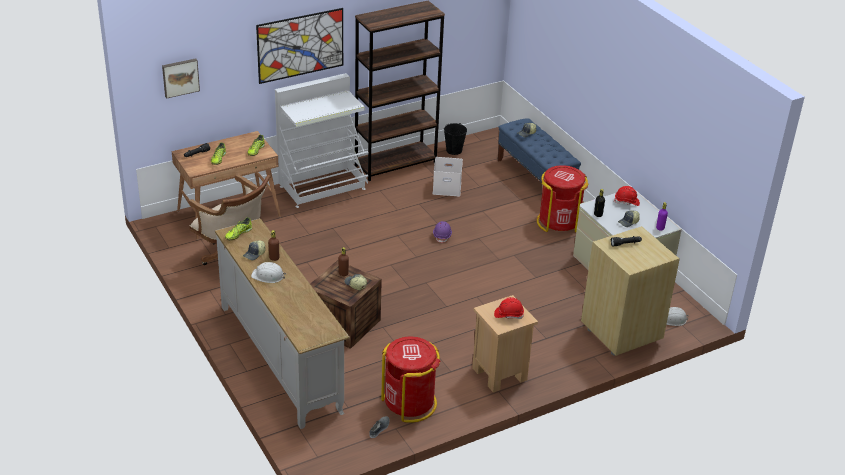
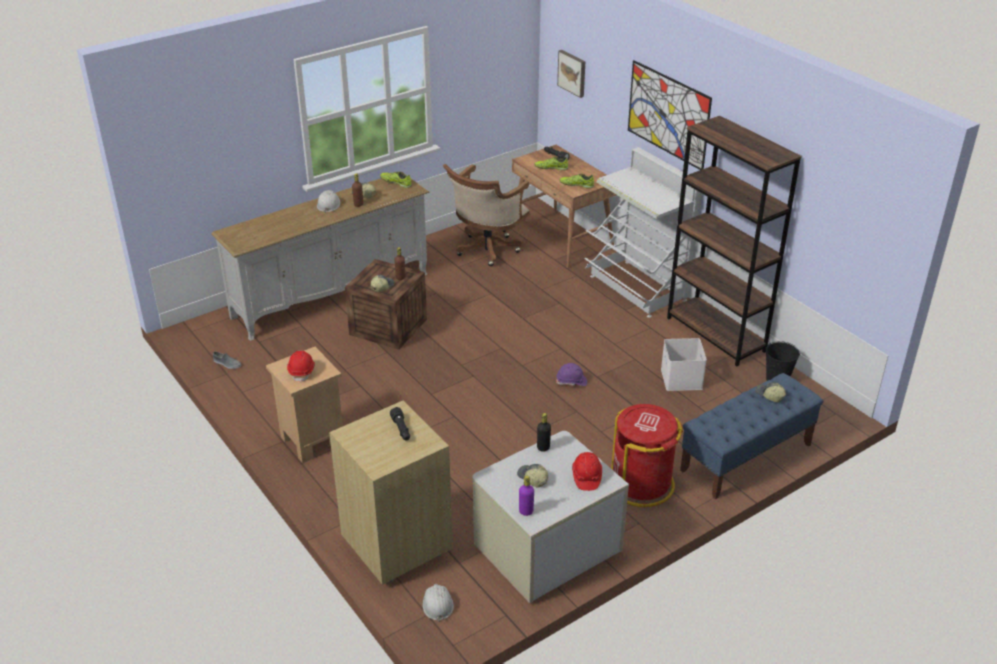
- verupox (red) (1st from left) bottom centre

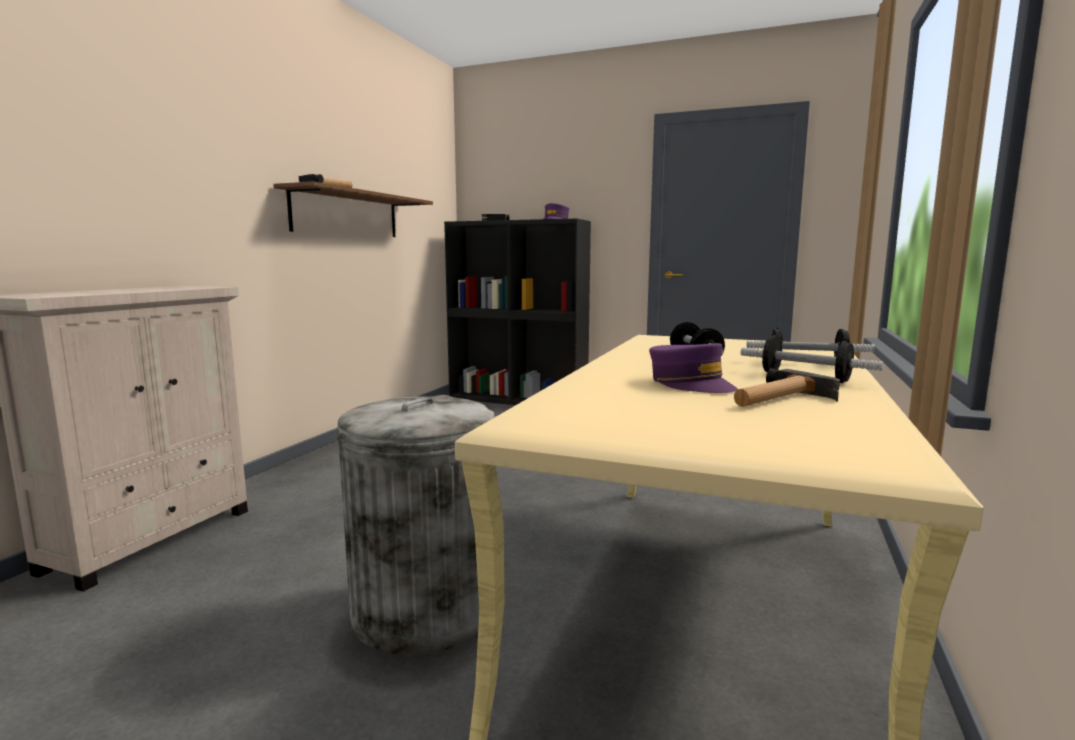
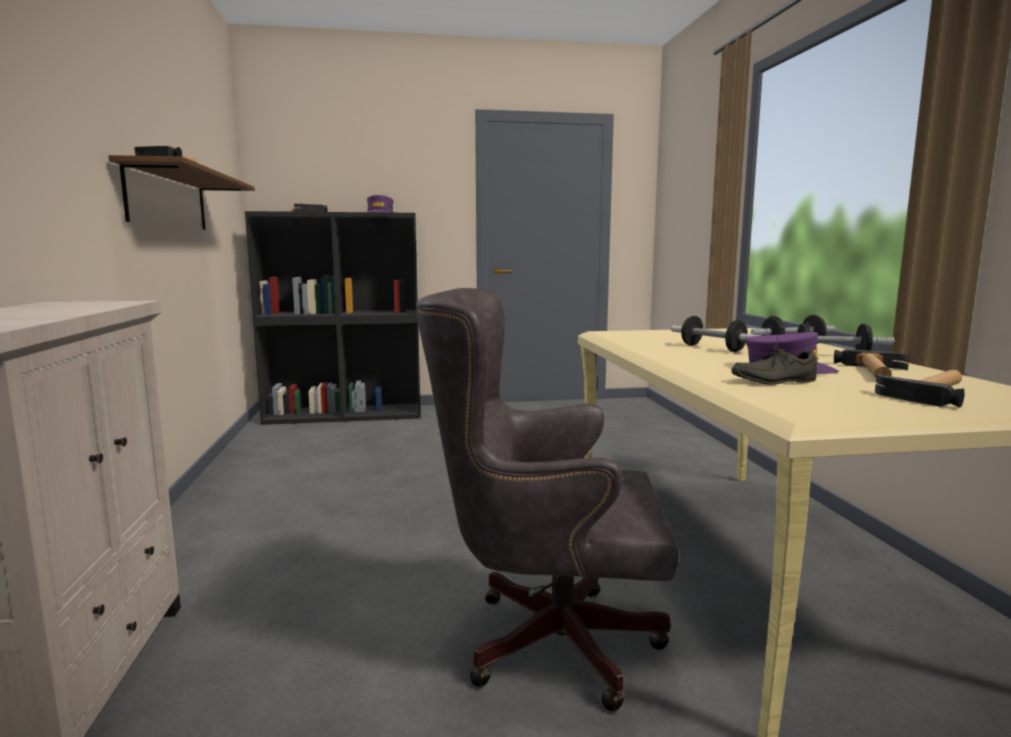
+ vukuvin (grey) middle right
+ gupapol (4th from left) middle right
~ verupox (grey) bottom centre to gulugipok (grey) bottom centre

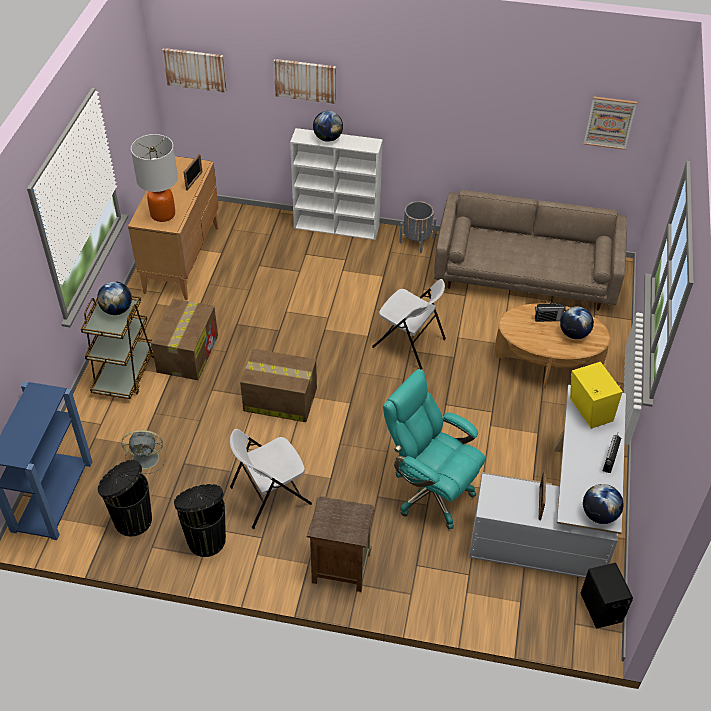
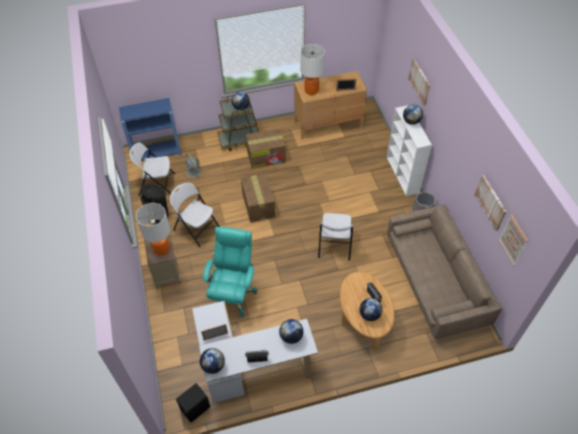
+ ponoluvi (1st from left) middle left
~ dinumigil (1st from left in the first image) top left to dinumigil (2nd from left) middle right
~ verupox (black) (1st from left) bottom left to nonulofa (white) (1st from left) middle left
~ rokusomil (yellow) middle right to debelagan (3rd from left) bottom centre

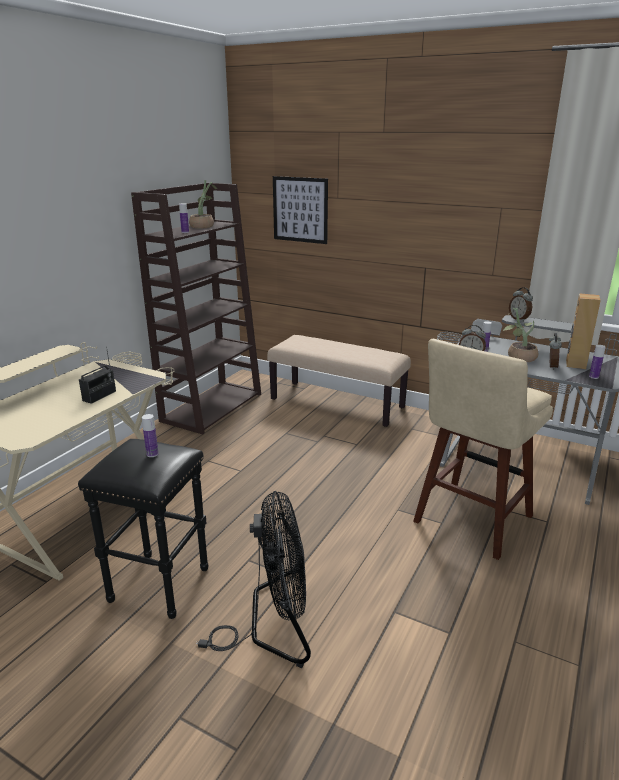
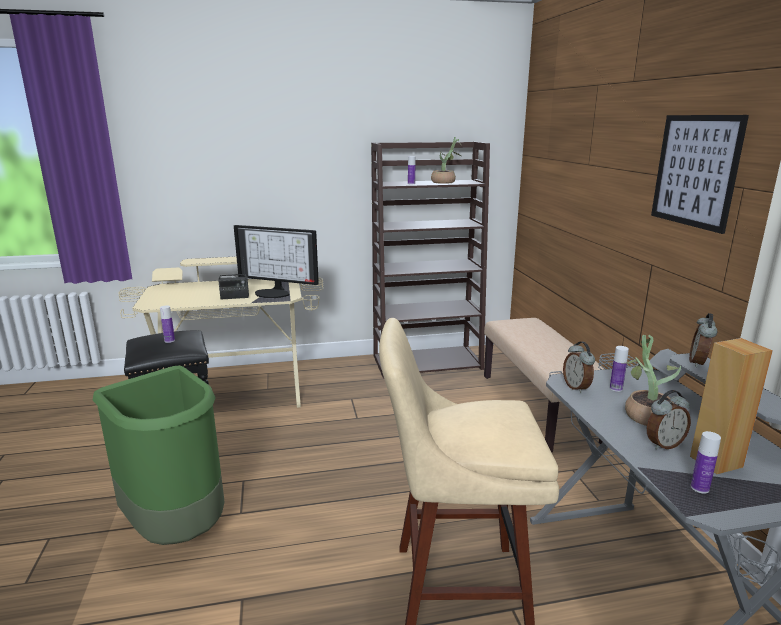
+ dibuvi centre
~ dinumigil top centre to top right
~ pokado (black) bottom centre to verupox (green) bottom left

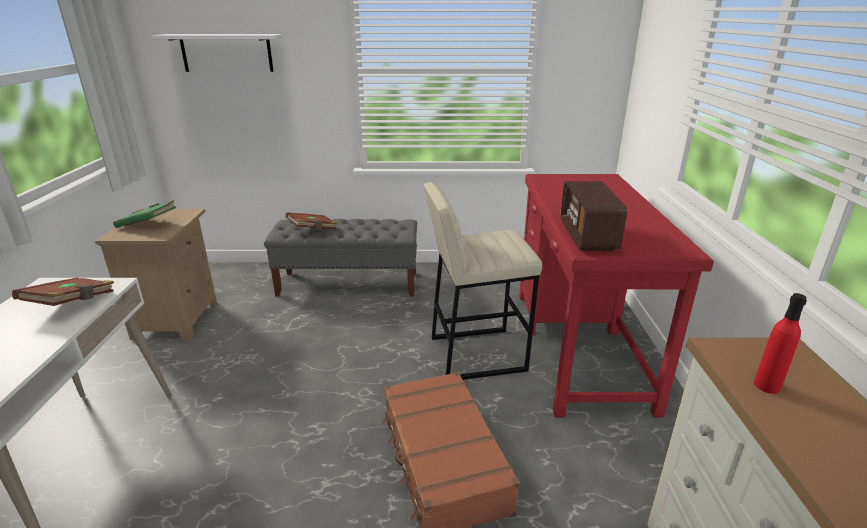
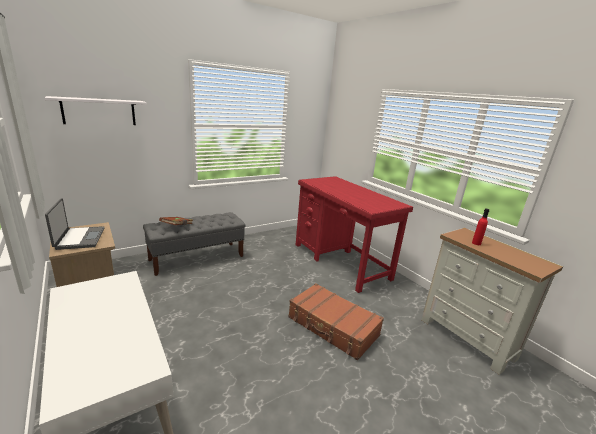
- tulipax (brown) (1st from left) middle left
- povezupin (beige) centre
- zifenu middle right
~ tulipax (green) middle left to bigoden middle left

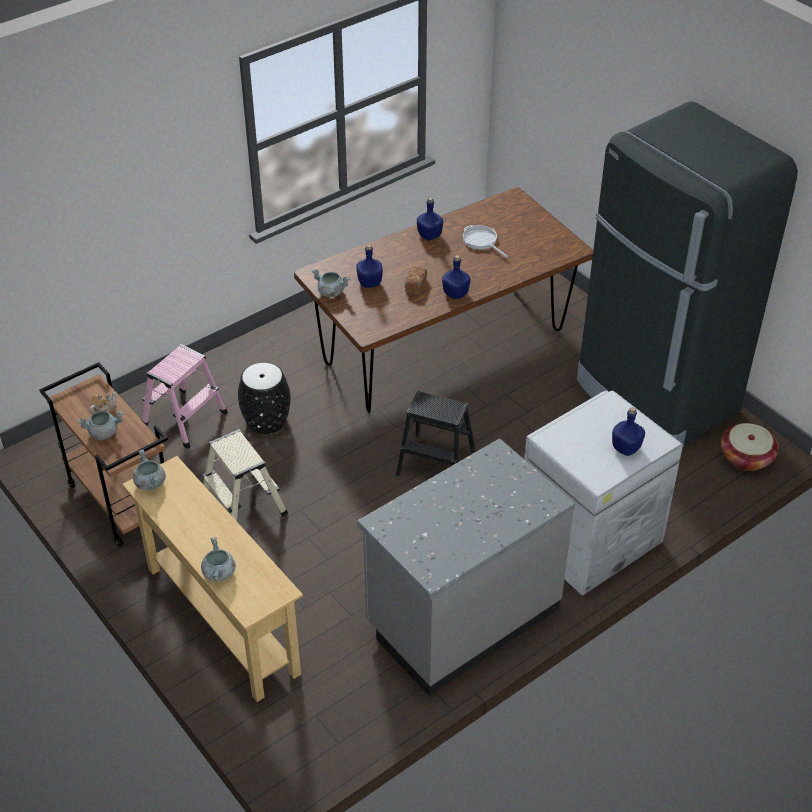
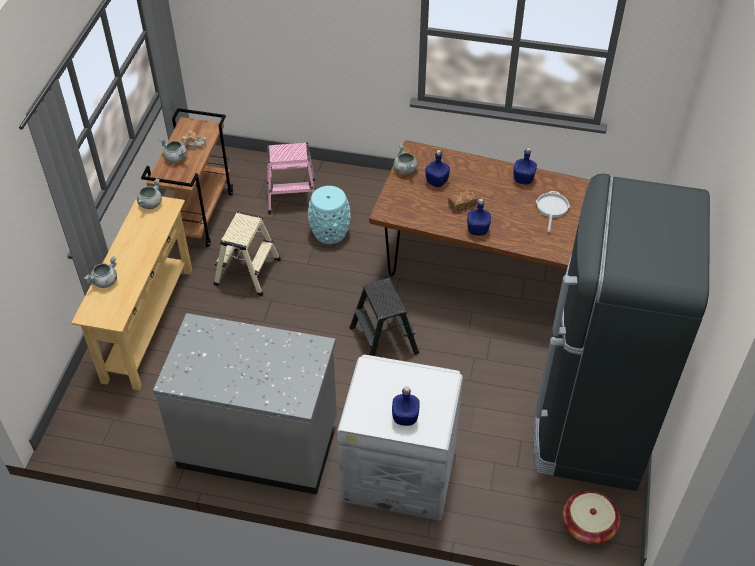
~ povezupin (black) middle left to povezupin (turquoise) centre

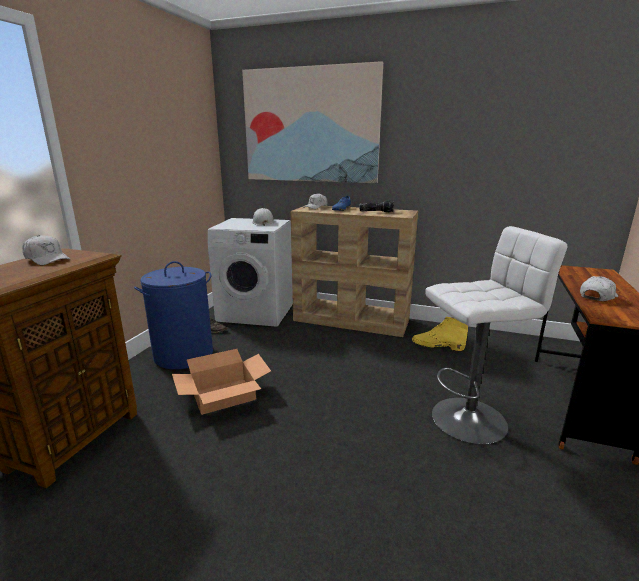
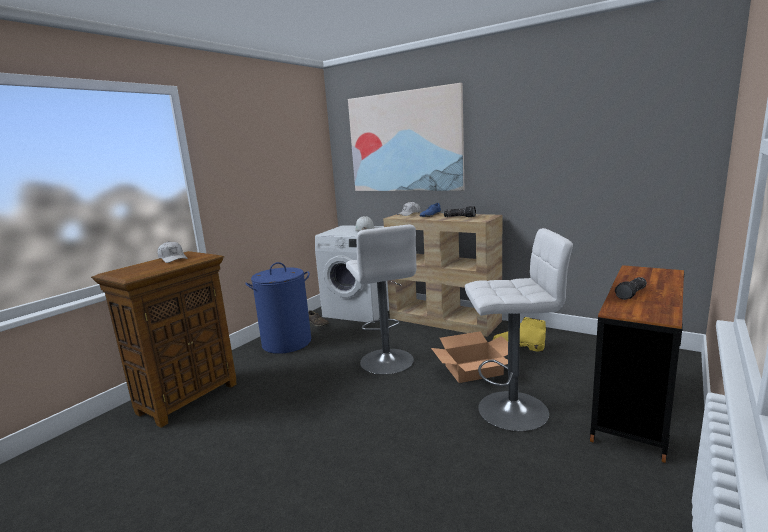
+ povezupin (white) (1st from left) centre
~ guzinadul centre to bottom centre
~ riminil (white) (3rd from left) middle right to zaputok (2nd from left) middle right

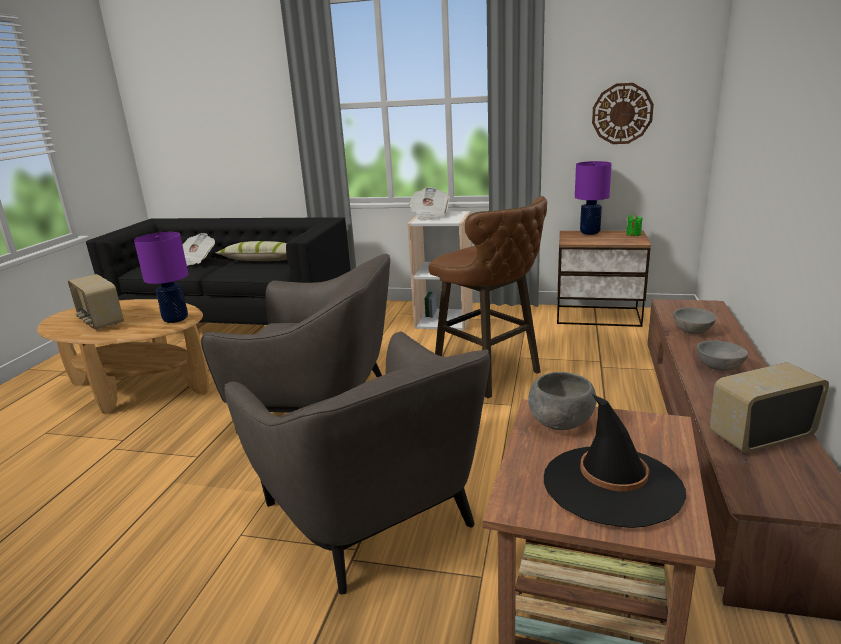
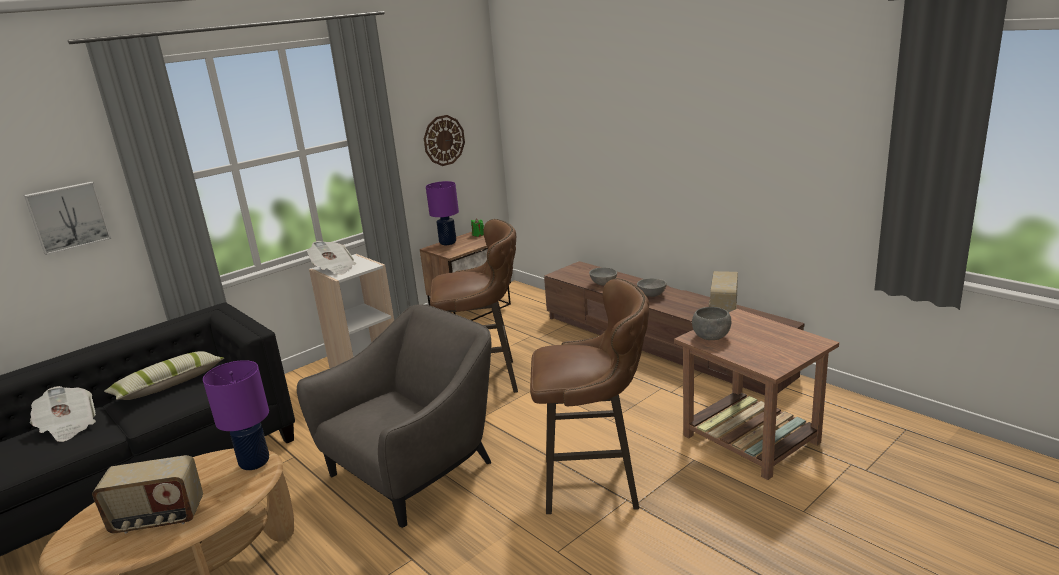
- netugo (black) bottom right
+ dinumigil middle left
~ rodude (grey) (2nd from left) bottom centre to povezupin (brown) (2nd from left) bottom centre

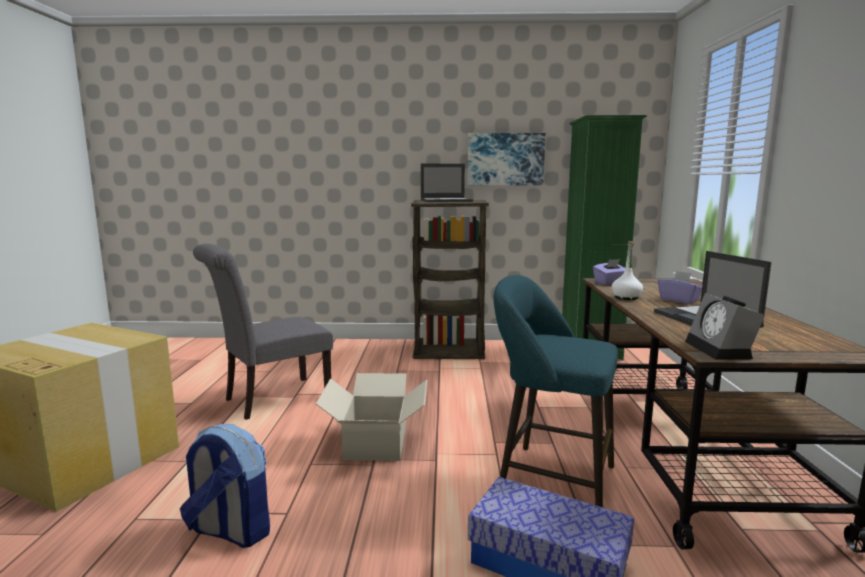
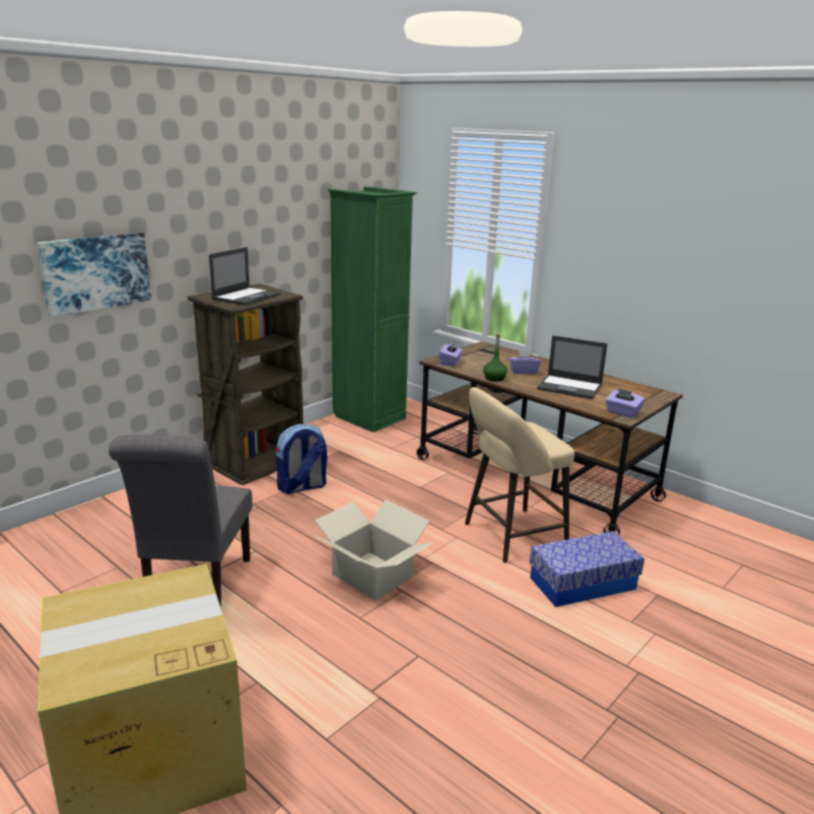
~ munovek bottom left to centre
~ dinumigil top centre to middle left
~ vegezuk middle right to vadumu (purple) (3rd from left) middle right
~ povezupin (turquoise) bottom centre to povezupin (beige) centre
~ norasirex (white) middle right to norasirex (green) centre

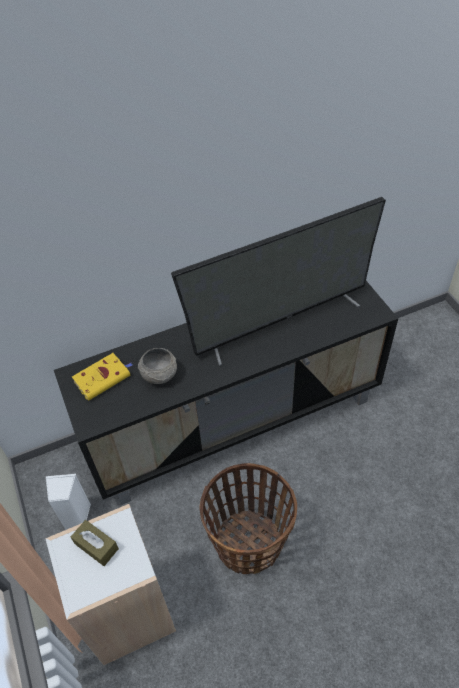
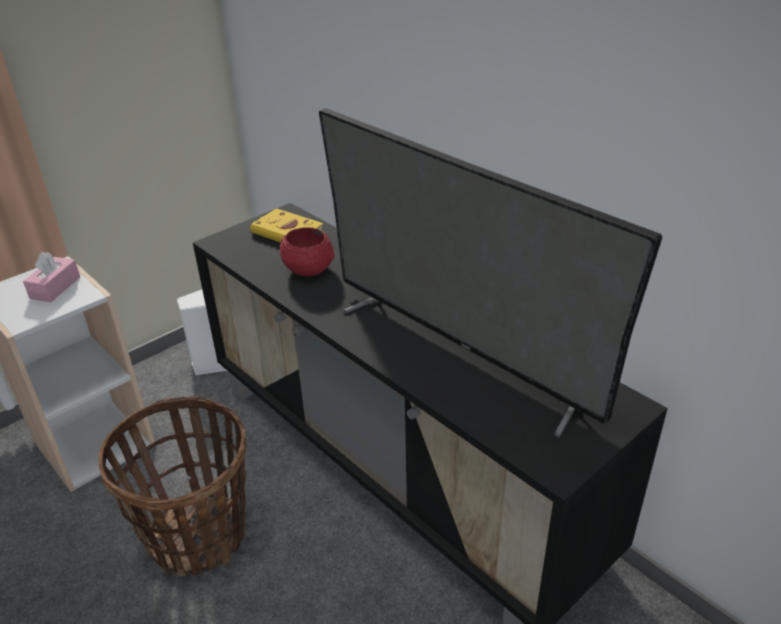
~ vadumu (brown) bottom left to vadumu (pink) middle left
~ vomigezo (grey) centre to vomigezo (red) centre

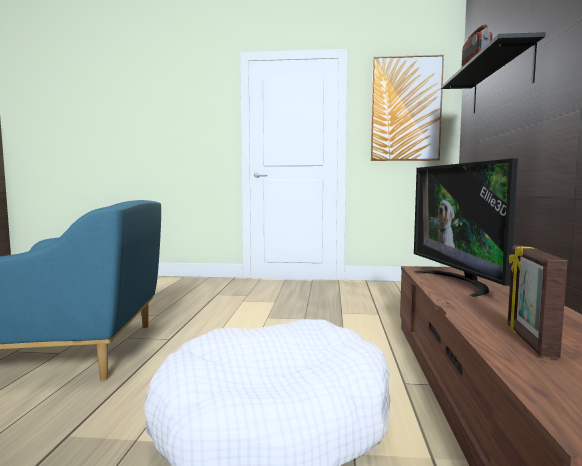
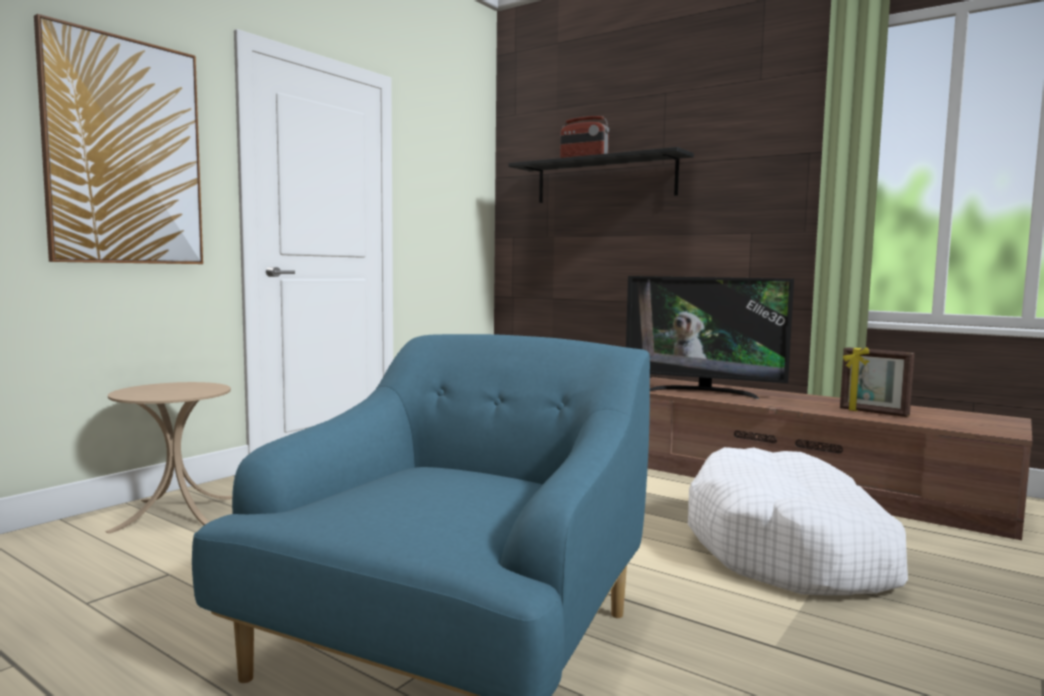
+ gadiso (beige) middle left
~ dinumigil top right to top left

